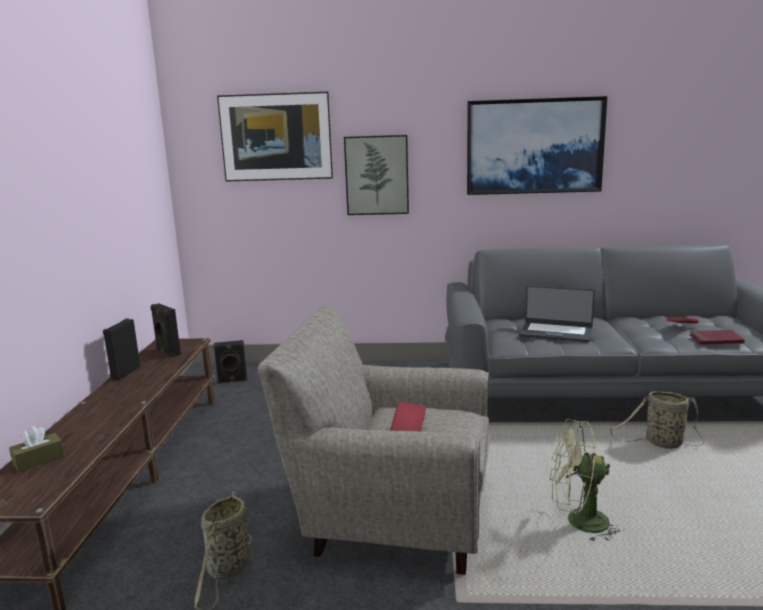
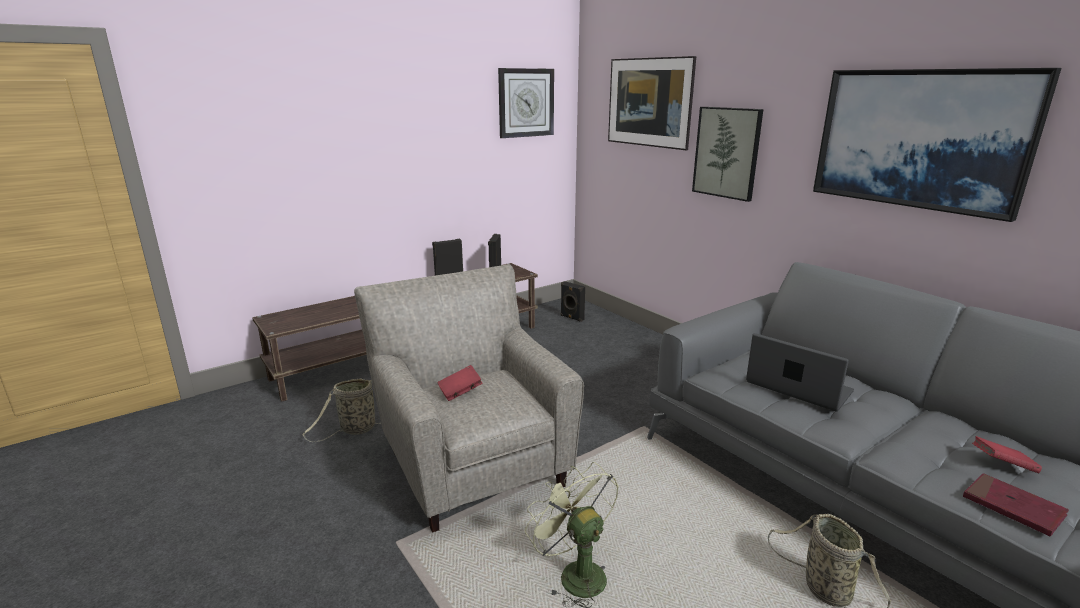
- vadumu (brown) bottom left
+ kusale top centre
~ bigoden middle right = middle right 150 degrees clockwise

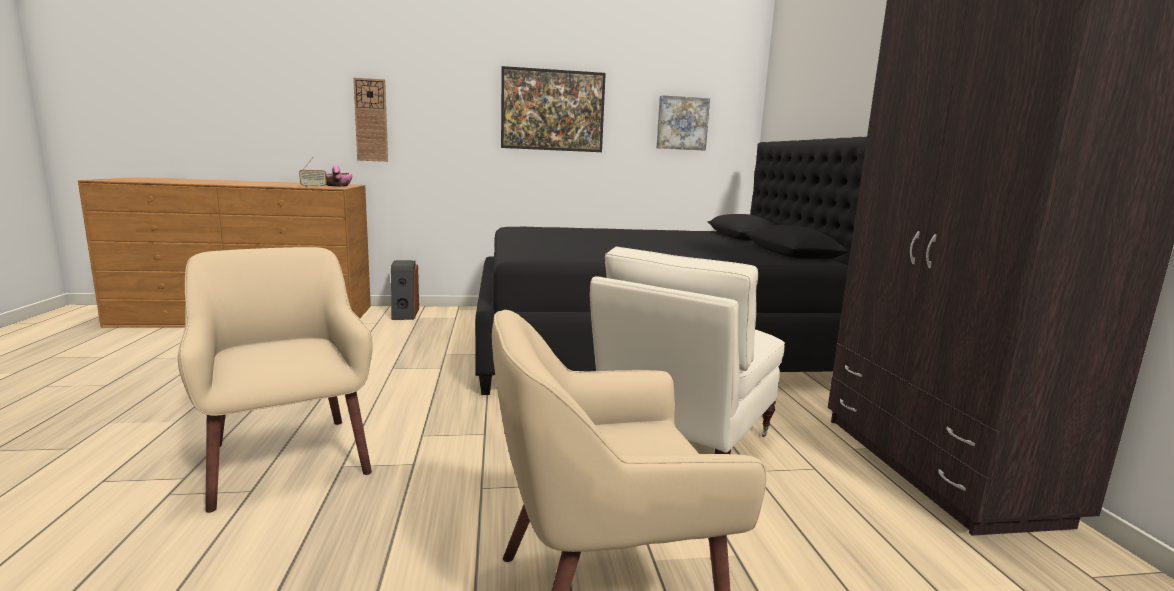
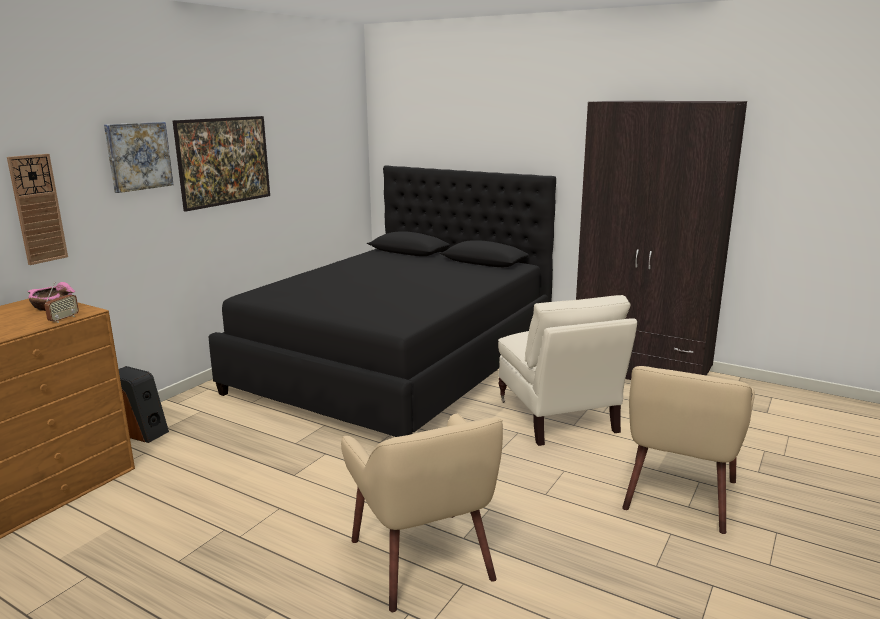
~ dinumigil (2nd from left in the first image) top centre to dinumigil (1st from left) top left
~ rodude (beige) (1st from left) middle left = bottom centre 120 degrees counterclockwise

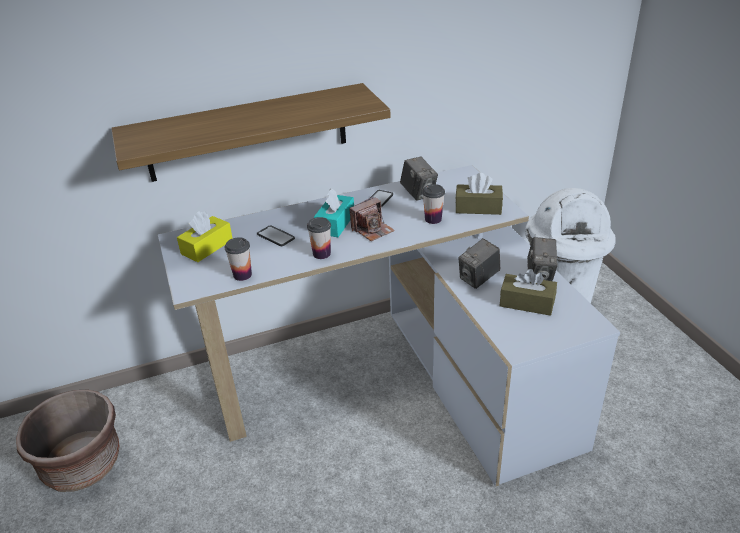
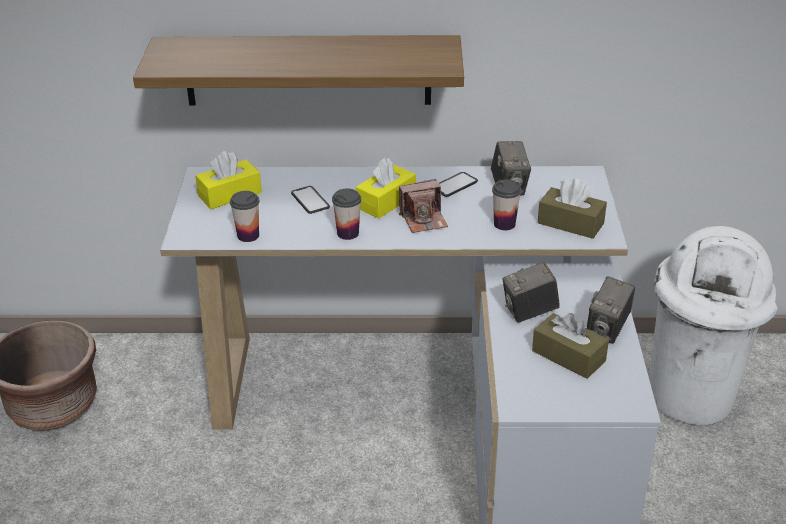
~ vadumu (turquoise) centre to vadumu (yellow) (2nd from left) centre

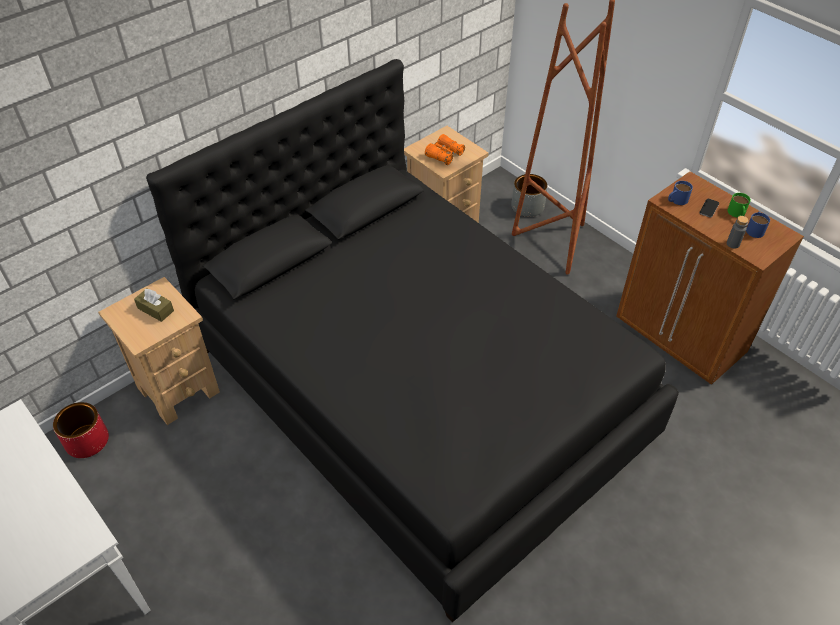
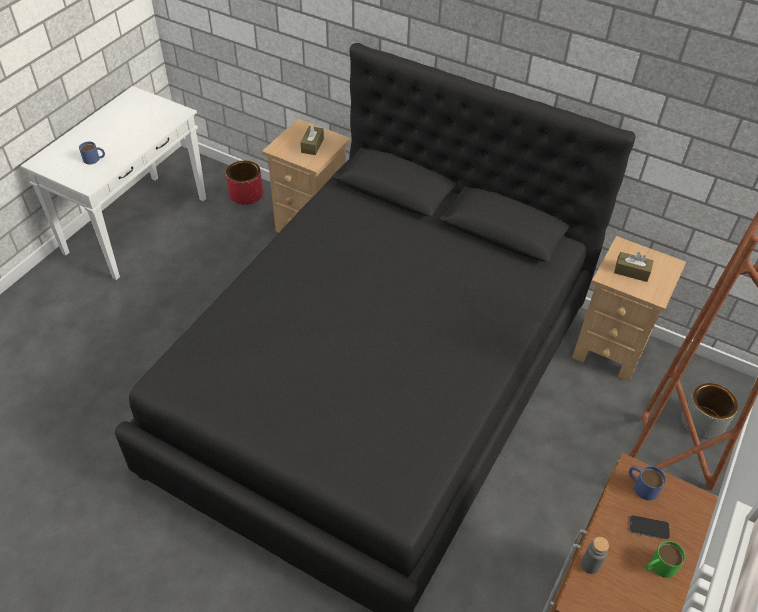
~ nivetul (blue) (2nd from left in the first image) middle right to nivetul (blue) (1st from left) top left
~ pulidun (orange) top centre to vadumu (brown) (2nd from left) middle right

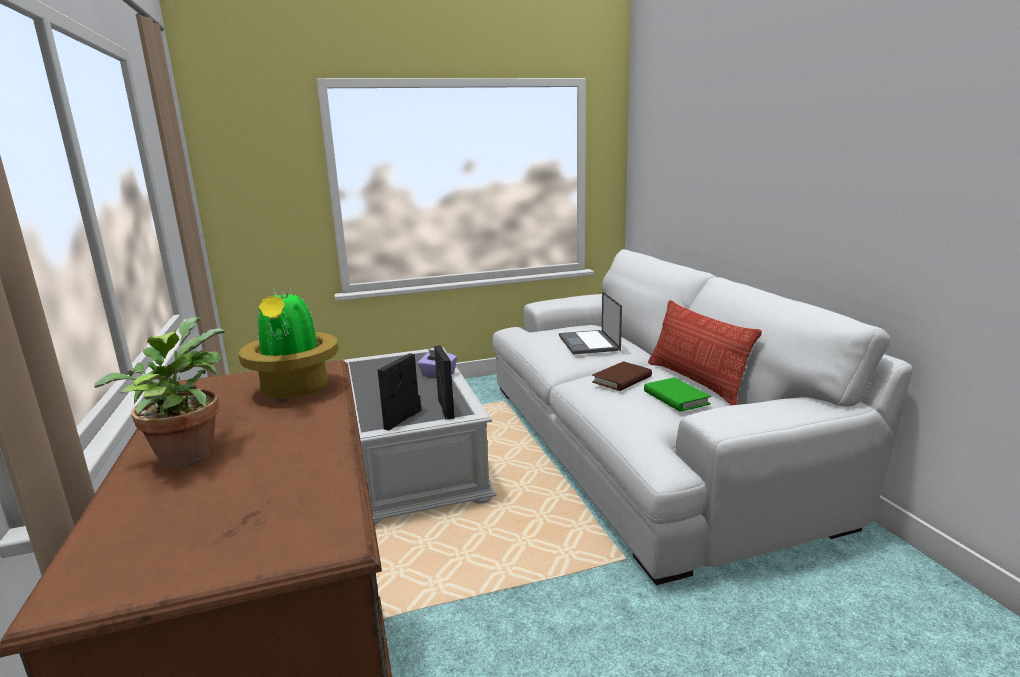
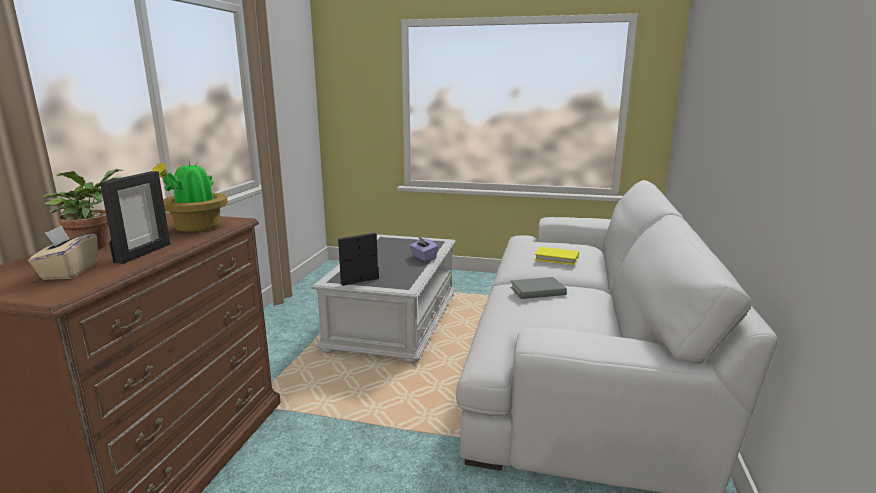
- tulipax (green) centre
- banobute middle right
+ vadumu (beige) middle left
~ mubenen (2nd from left in the first image) centre to mubenen (1st from left) middle left
~ bigoden centre to tulipax (yellow) centre
~ tulipax (brown) centre to tulipax (grey) centre

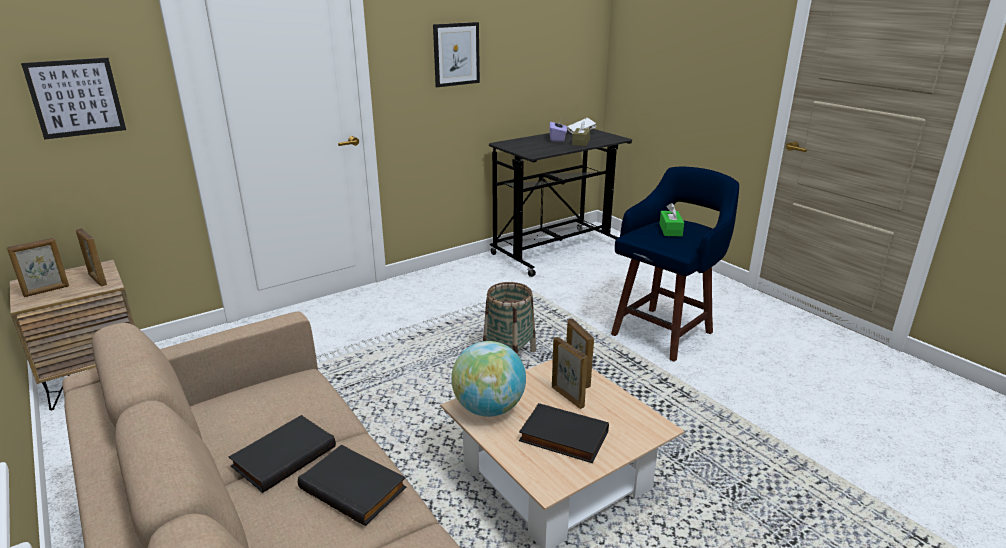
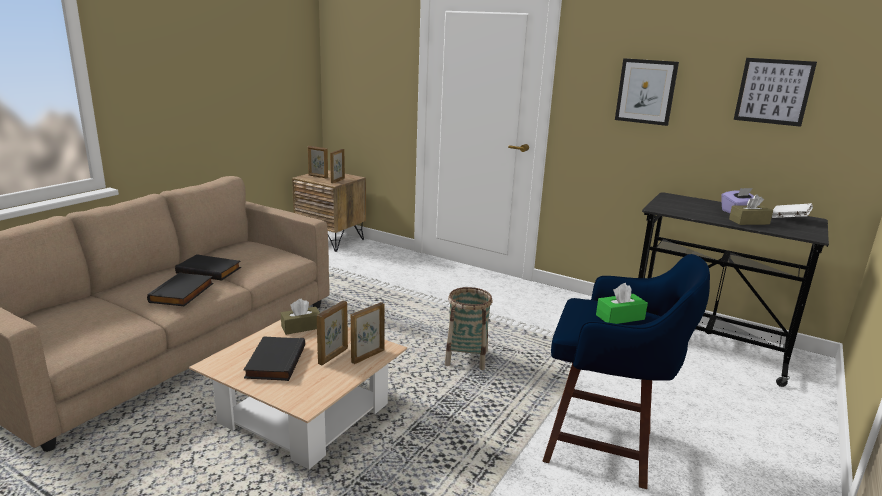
~ dinumigil (1st from left in the first image) top left to dinumigil (2nd from left) top right
~ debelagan bottom centre to vadumu (brown) (1st from left) centre

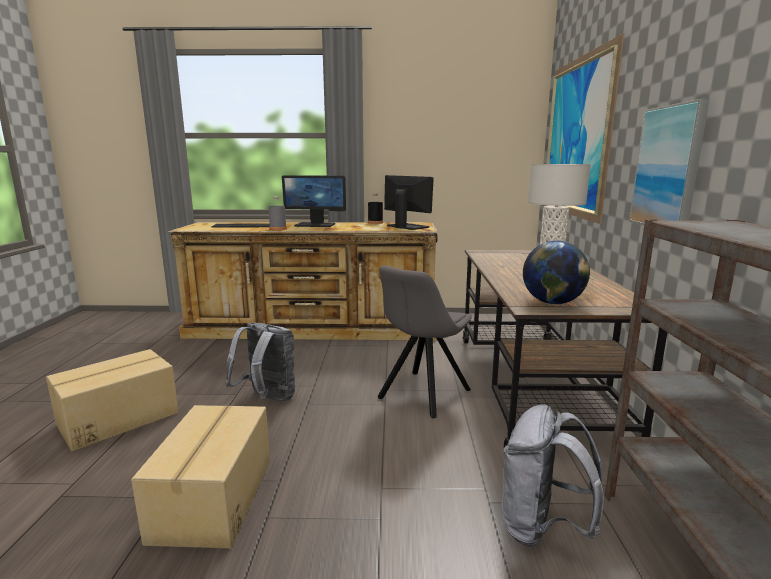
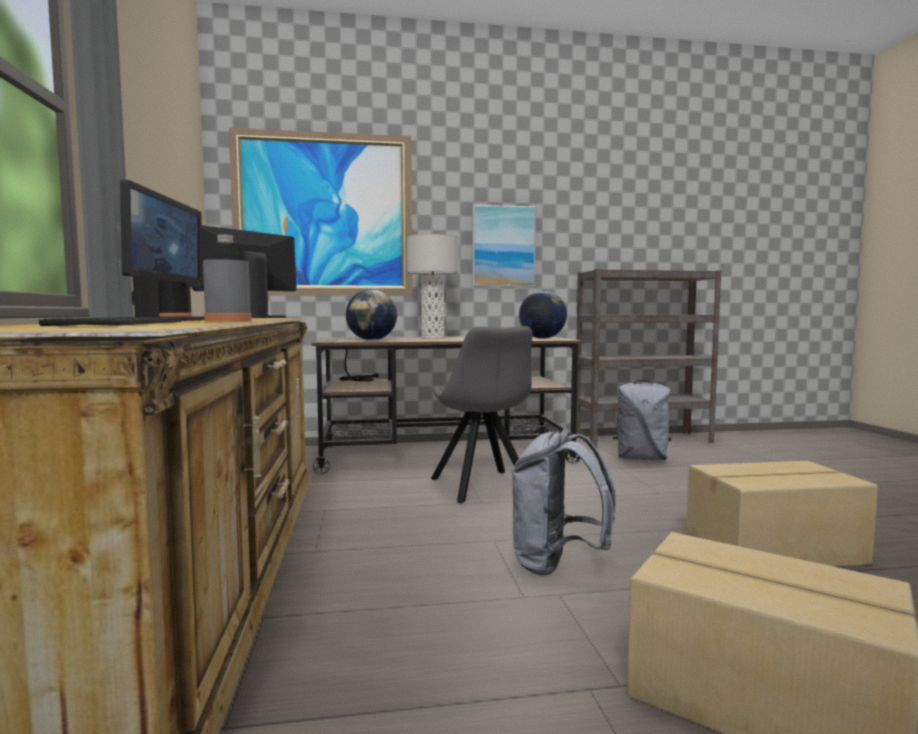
+ debelagan (1st from left) centre
~ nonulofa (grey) centre = centre 45 degrees clockwise

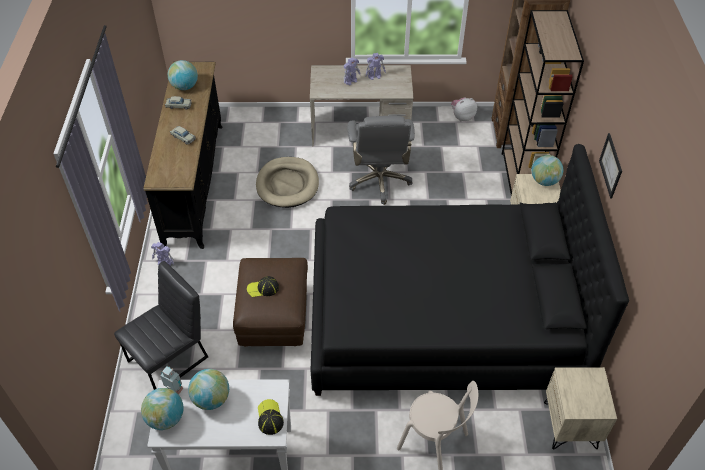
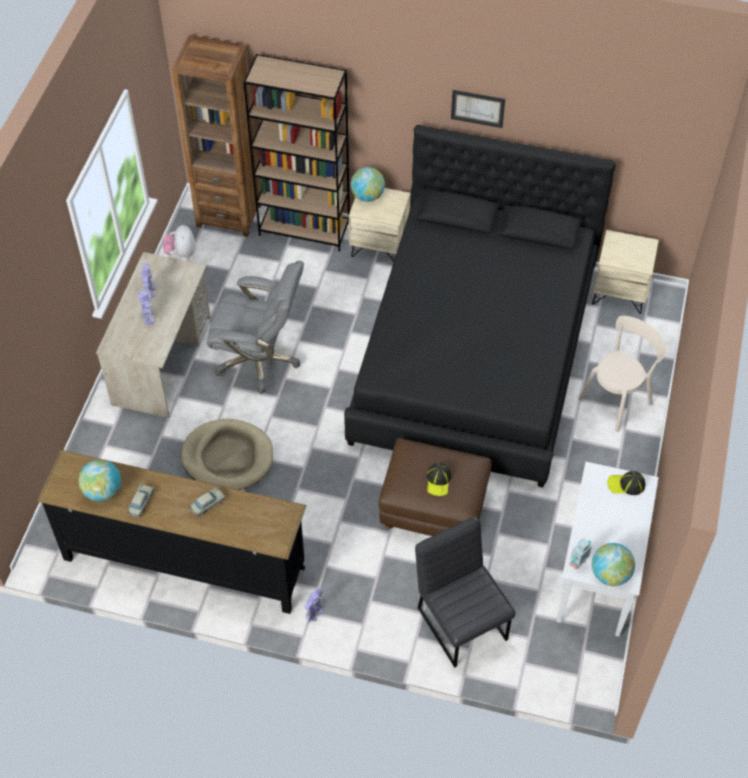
- debelagan (3rd from left) bottom left

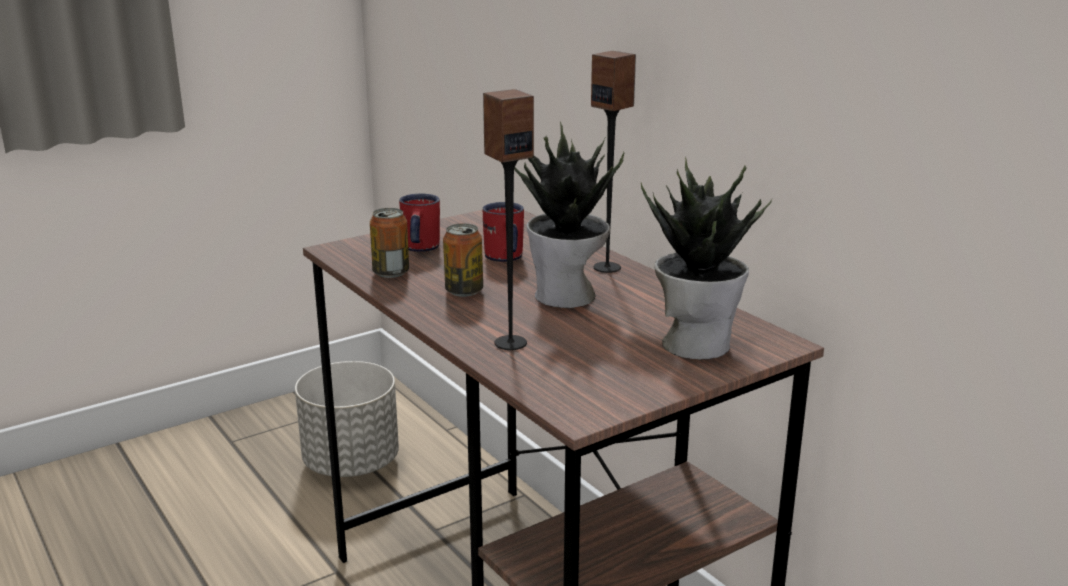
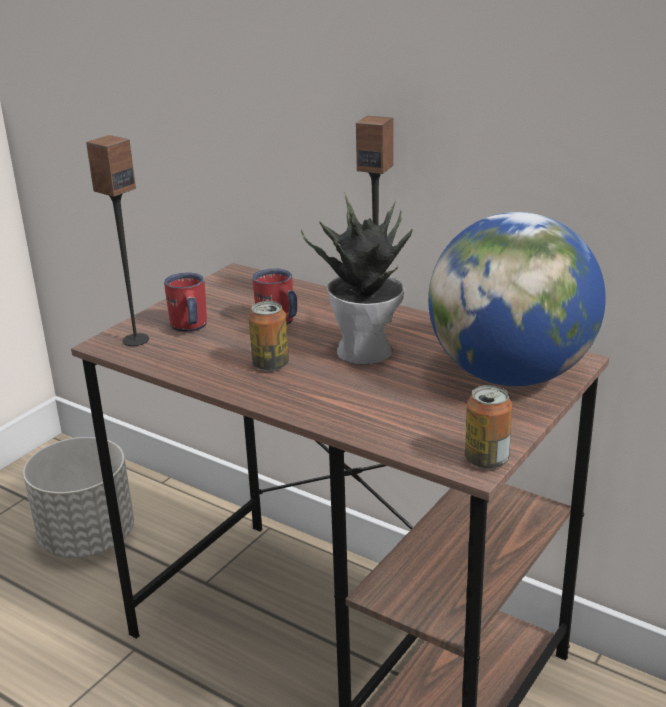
~ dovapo (1st from left in the first image) centre to dovapo (2nd from left) middle right
~ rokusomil (1st from left) centre to middle left
~ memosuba (2nd from left) centre to debelagan middle right

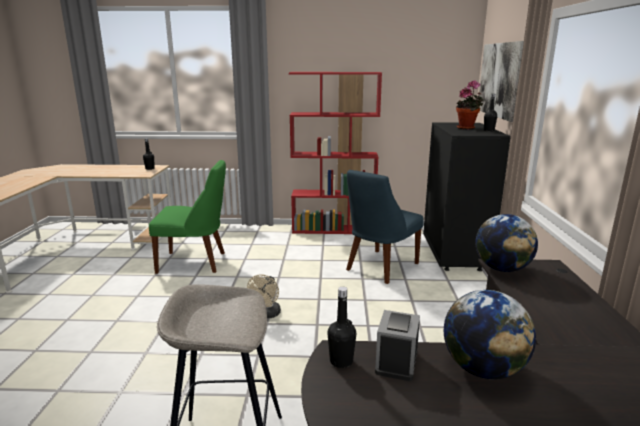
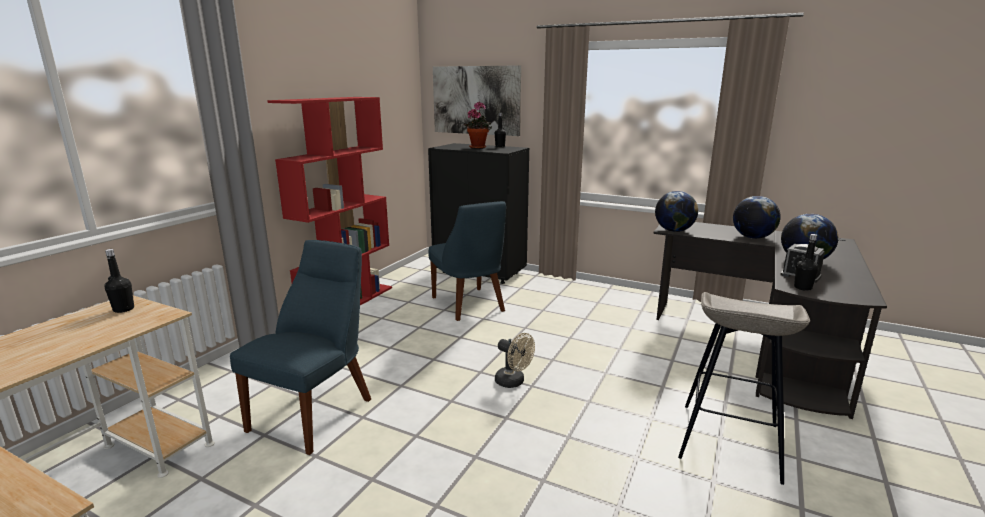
+ debelagan (2nd from left) middle right
~ nonulofa (green) middle left to nonulofa (blue) (1st from left) bottom left

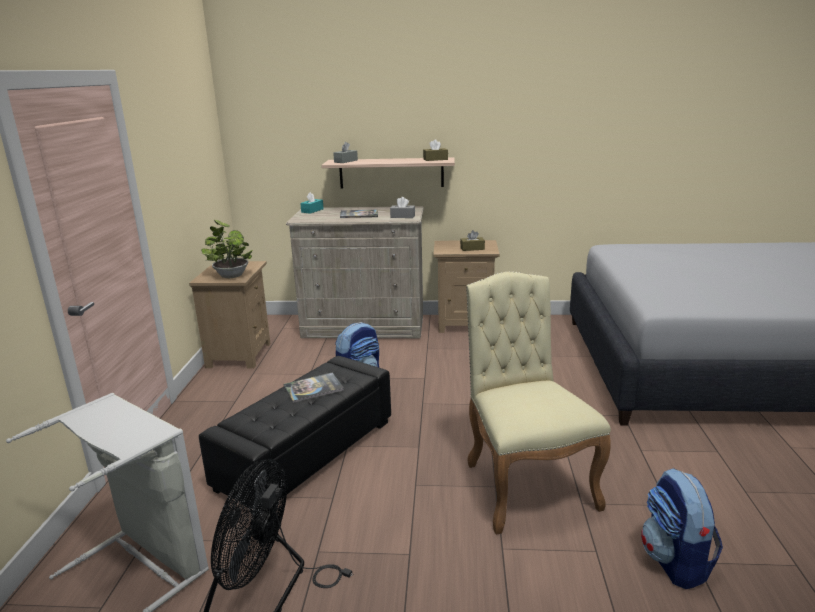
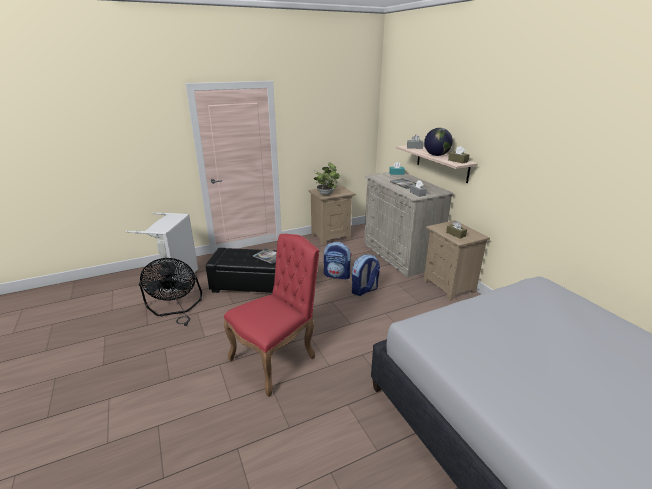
+ debelagan top right
~ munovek (2nd from left) bottom right to centre
~ nonulofa (beige) centre to nonulofa (red) centre

